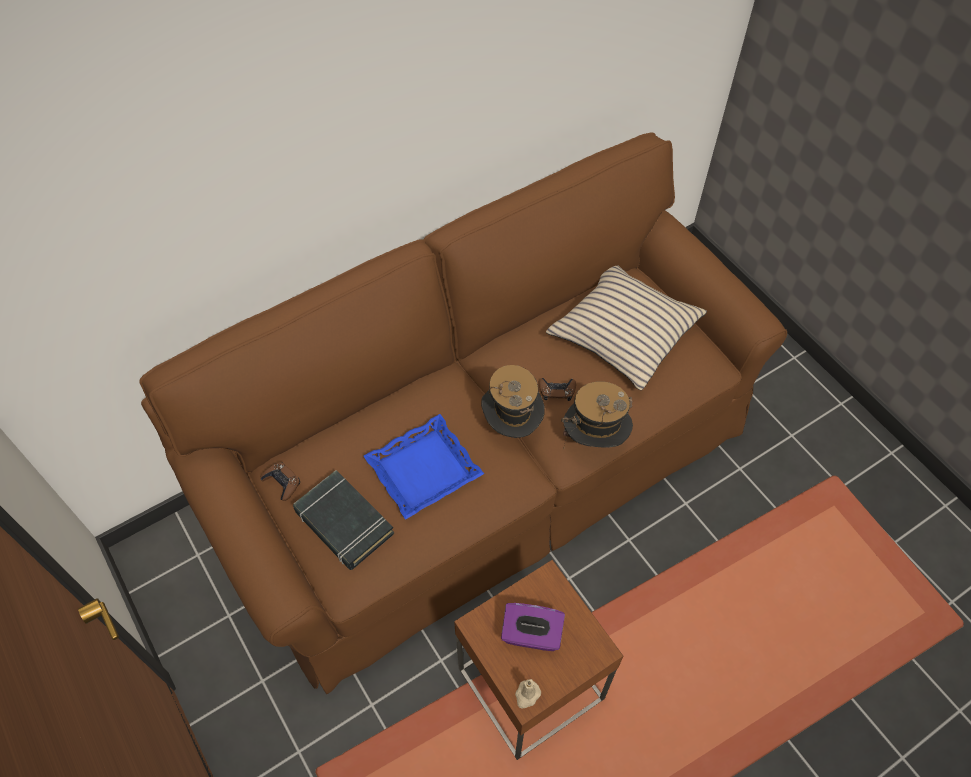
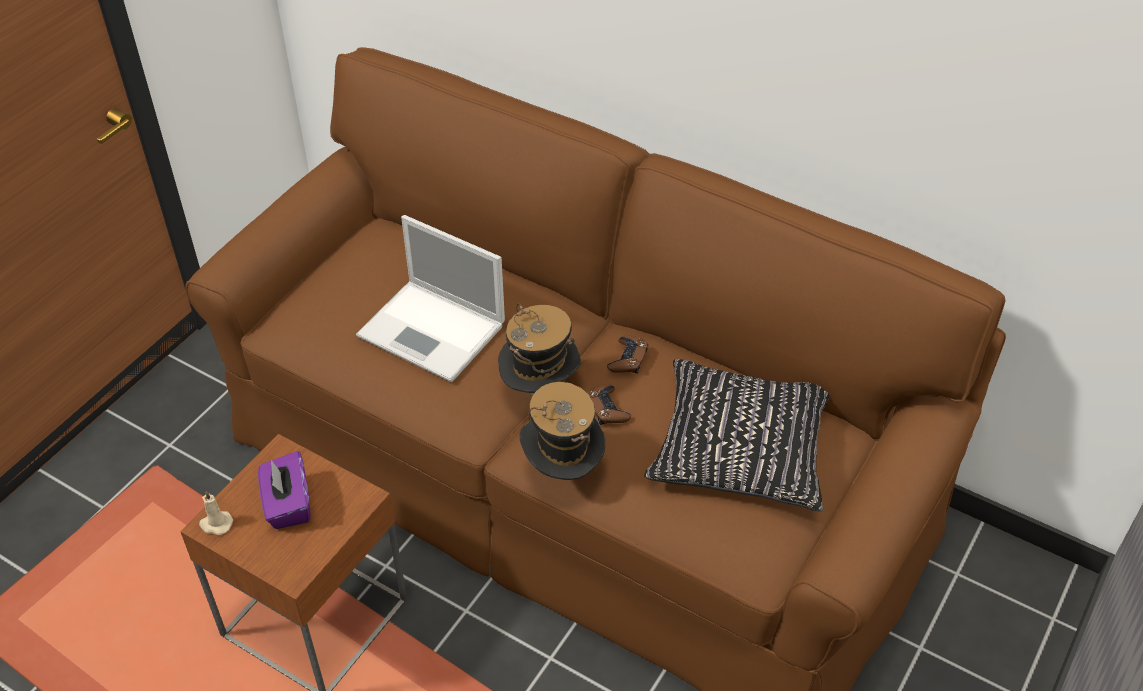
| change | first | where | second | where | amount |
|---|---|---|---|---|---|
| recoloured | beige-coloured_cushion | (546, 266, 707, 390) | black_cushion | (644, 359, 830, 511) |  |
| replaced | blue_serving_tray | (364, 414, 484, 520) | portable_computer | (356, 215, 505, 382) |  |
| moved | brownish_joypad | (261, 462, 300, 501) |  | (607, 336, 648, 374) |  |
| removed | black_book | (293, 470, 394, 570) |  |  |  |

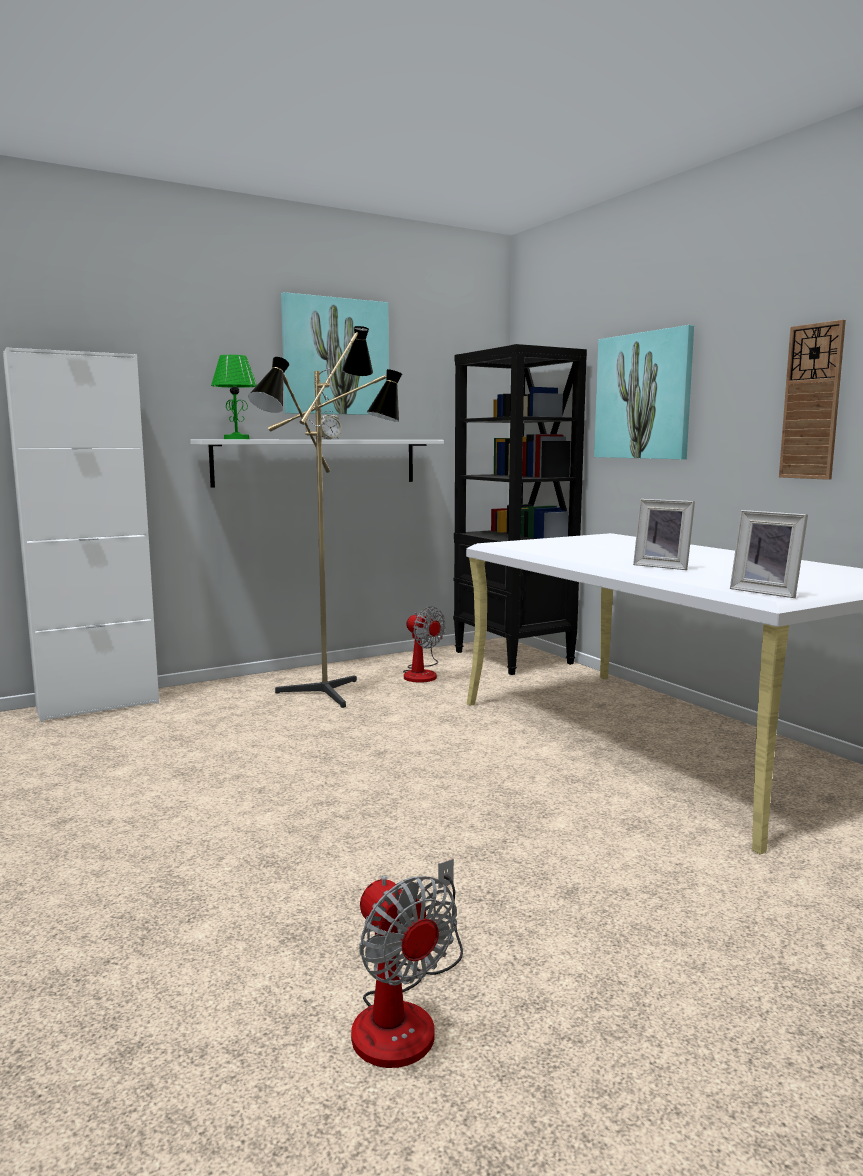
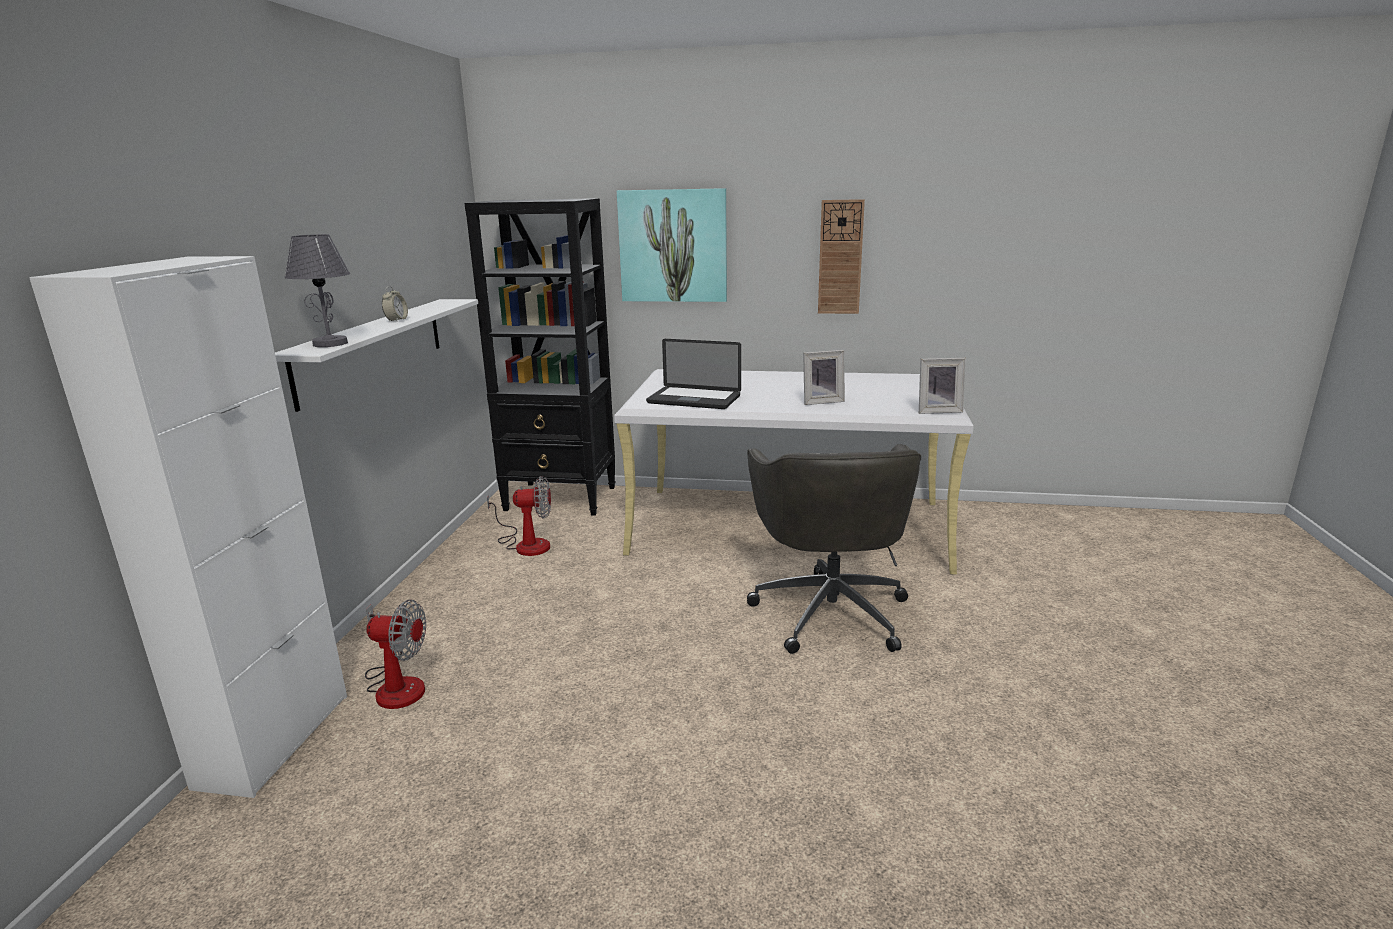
| change | first | where | second | where | amount |
|---|---|---|---|---|---|
| removed | wall_picture | (281, 292, 389, 415) |  |  |  |
| removed | standard_lamp | (248, 326, 402, 708) |  |  |  |
| recoloured | green-coloured_lamp_for_a_table | (211, 355, 257, 439) | greyish_lamp_for_a_table | (285, 234, 350, 347) |  |
| moved | fan | (351, 859, 463, 1068) |  | (365, 599, 426, 709) |  |
| added |  |  | portable_computer | (646, 339, 741, 409) |  |
| added |  |  | greyish_computer_chair | (747, 444, 921, 654) |  |

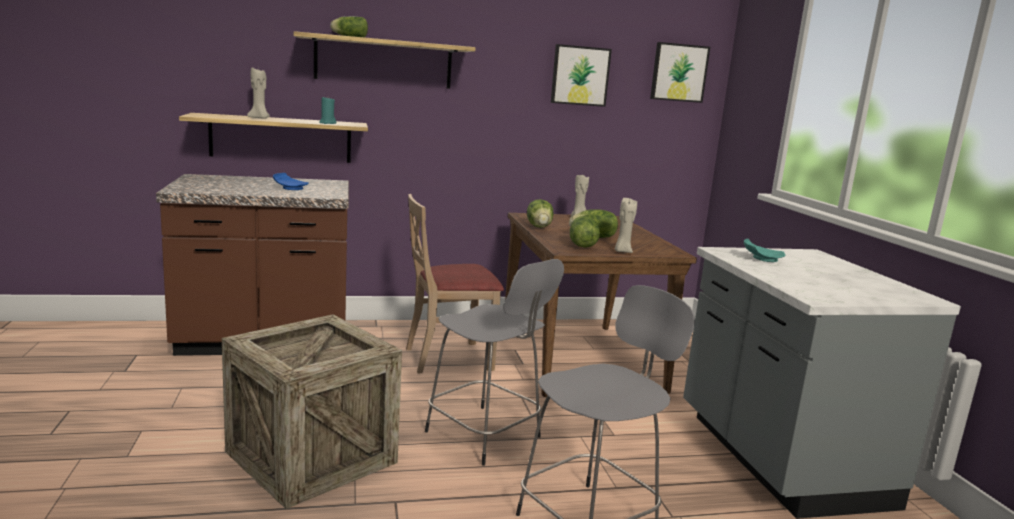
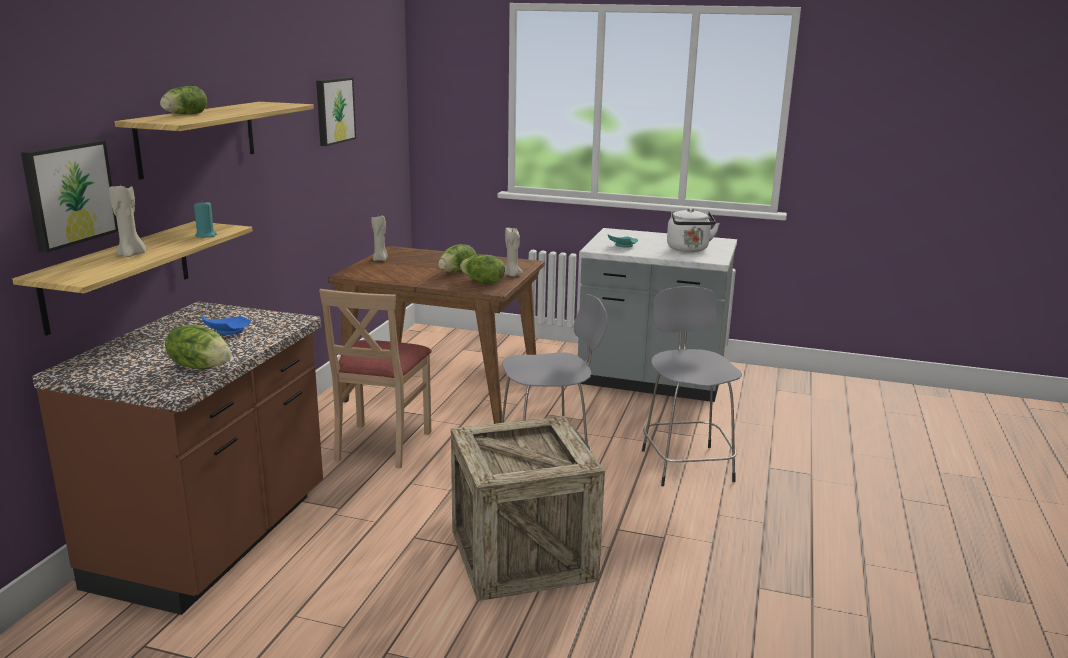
| change | first | where | second | where | amount |
|---|---|---|---|---|---|
| moved | wall_picture | (650, 42, 710, 103) |  | (21, 140, 118, 252) |  |
| moved | lettuce | (527, 199, 553, 228) |  | (165, 325, 231, 369) |  |
| added |  |  | white-coloured_tea_kettle | (667, 208, 720, 252) |  |

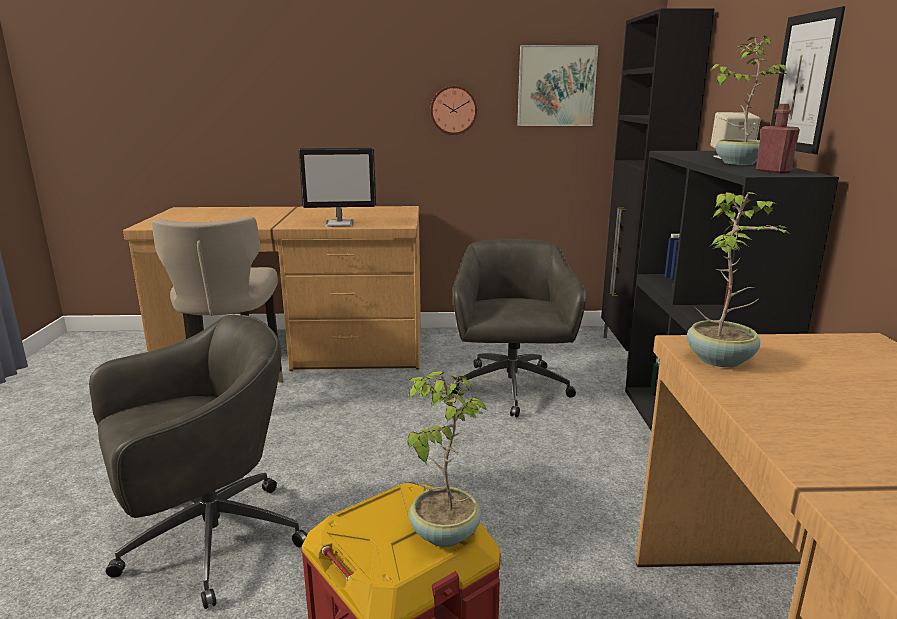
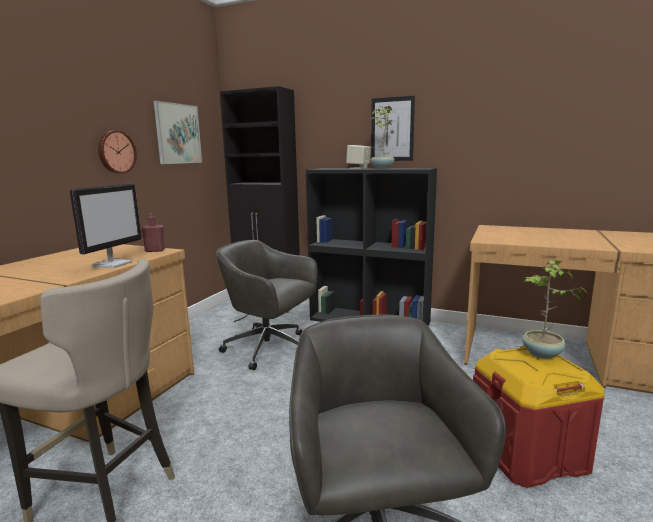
| change | first | where | second | where | amount |
|---|---|---|---|---|---|
| moved | red-coloured_drink_bottle | (756, 104, 800, 174) |  | (141, 213, 165, 252) |  |
| removed | houseplant | (687, 192, 793, 367) |  |  |  |

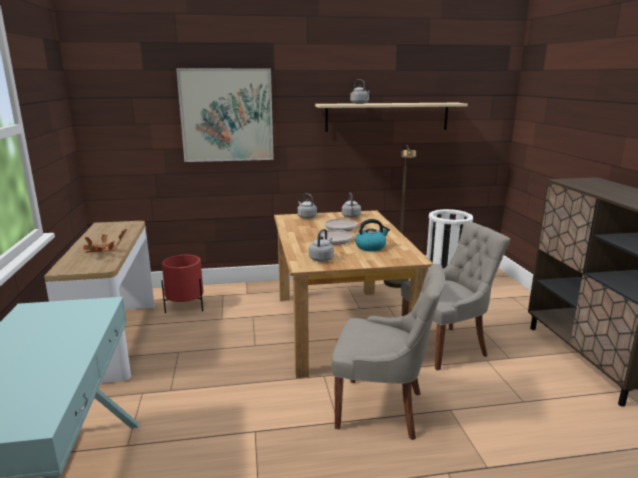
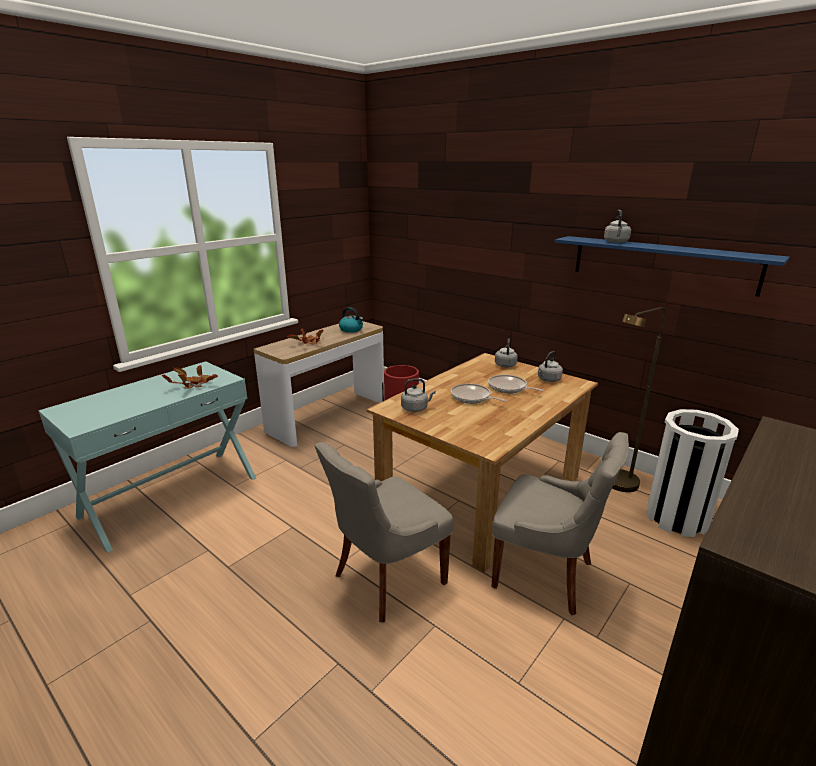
| change | first | where | second | where | amount |
|---|---|---|---|---|---|
| removed | wall_picture | (176, 68, 274, 162) |  |  |  |
| recoloured | beige-coloured_bracket_shelf | (315, 103, 468, 132) | blue_bracket_shelf | (555, 236, 790, 297) |  |
| moved | tea_kettle | (355, 219, 390, 251) |  | (339, 307, 363, 333) |  |
| turned | greyish_chair | (331, 264, 445, 440) |  | (314, 442, 454, 622) | 75 degrees clockwise |
| added |  |  | houseplant | (162, 365, 218, 389) |  |

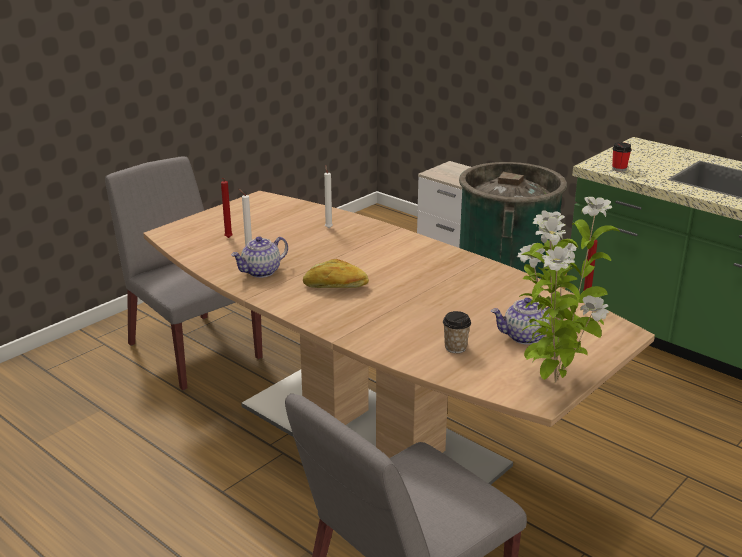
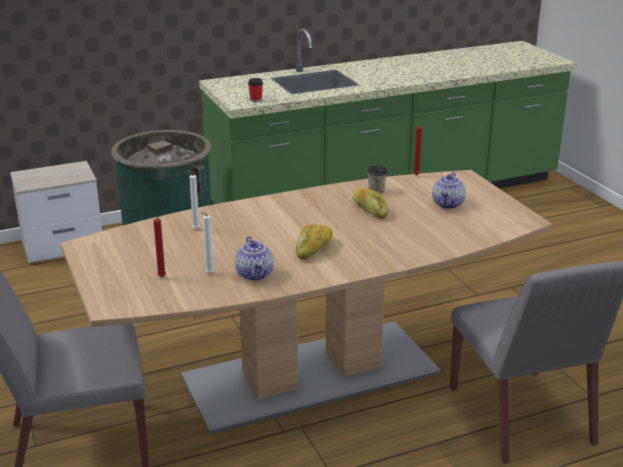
| change | first | where | second | where | amount |
|---|---|---|---|---|---|
| removed | houseplant | (517, 197, 619, 383) |  |  |  |
| moved | drinking_cup | (443, 311, 471, 353) |  | (367, 165, 387, 194) |  |
| added |  |  | bakery_bread | (353, 188, 388, 219) |  |

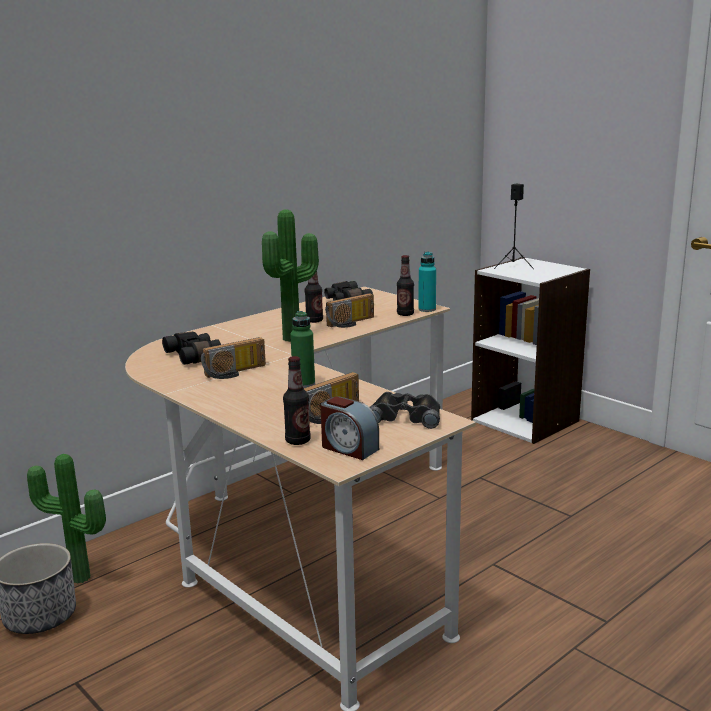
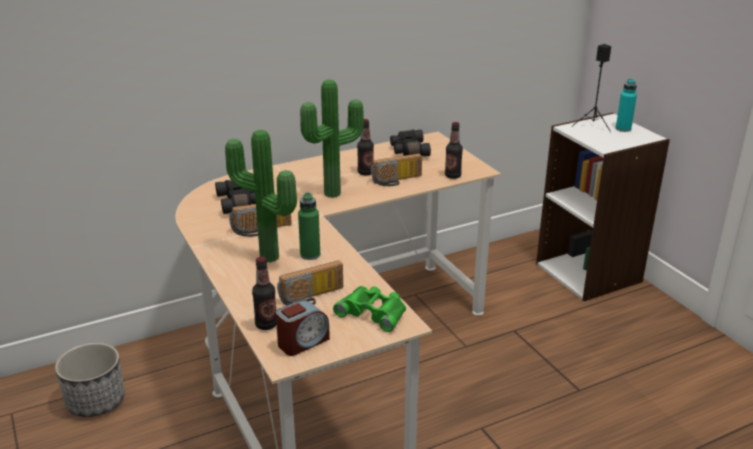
| change | first | where | second | where | amount |
|---|---|---|---|---|---|
| moved | turquoise_drink_bottle | (418, 252, 436, 312) |  | (616, 79, 637, 132) |  |
| recoloured | black_field_glasses | (370, 392, 440, 429) | green-coloured_field_glasses | (333, 286, 406, 332) |  |
| turned | table_clock | (321, 397, 379, 460) |  | (276, 300, 330, 356) | 90 degrees counterclockwise |
| moved | houseplant | (27, 454, 106, 584) |  | (225, 130, 297, 263) |  |

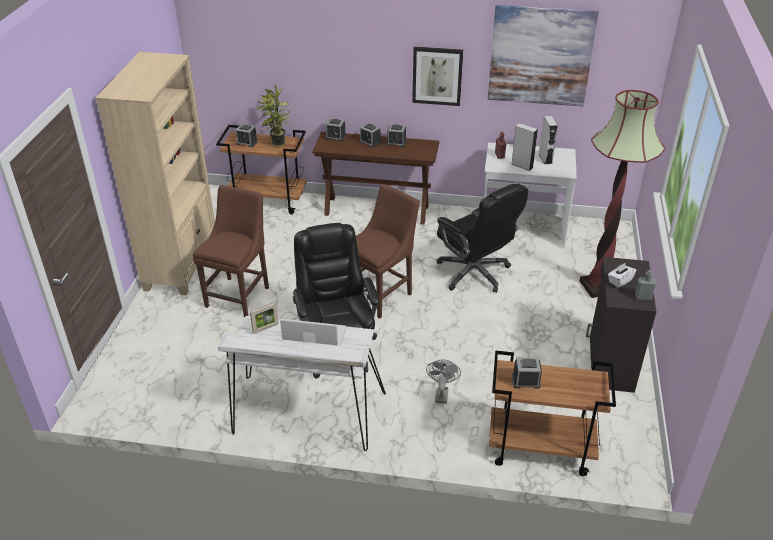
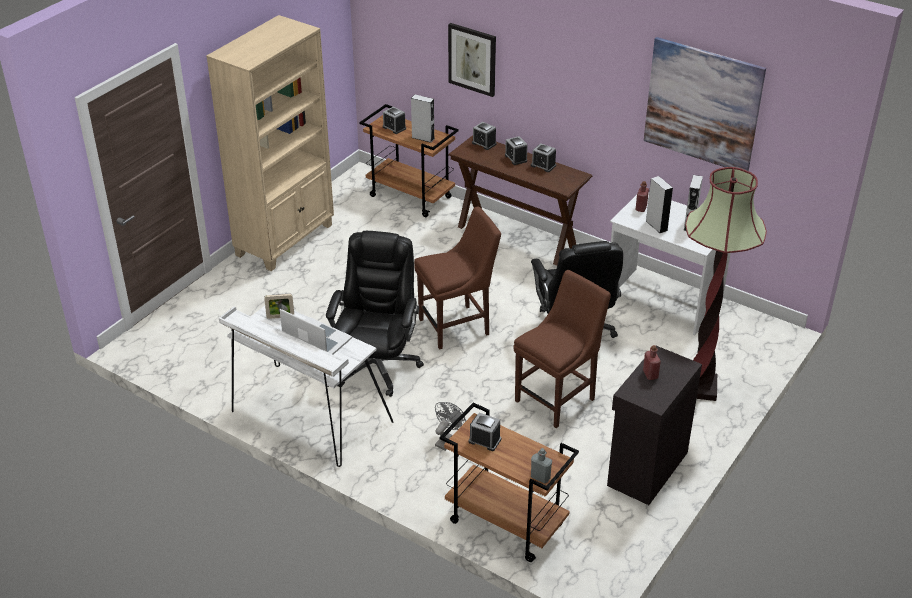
| change | first | where | second | where | amount |
|---|---|---|---|---|---|
| moved | wall_picture | (412, 46, 463, 106) |  | (448, 23, 496, 97) |  |
| replaced | houseplant | (256, 84, 290, 148) | greyish_speaker | (411, 95, 435, 143) |  |
| moved | brownish_chair | (193, 185, 269, 317) |  | (513, 270, 611, 428) |  |
| replaced | white-coloured_box_of_tissues | (608, 263, 636, 288) | red-coloured_drink_bottle | (643, 345, 661, 380) |  |
| moved | greyish_drink_bottle | (635, 270, 657, 300) |  | (531, 448, 552, 484) |  |

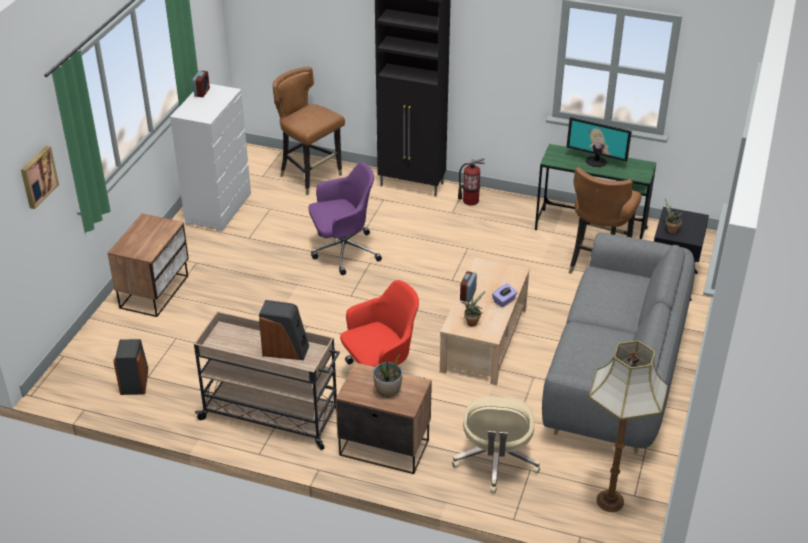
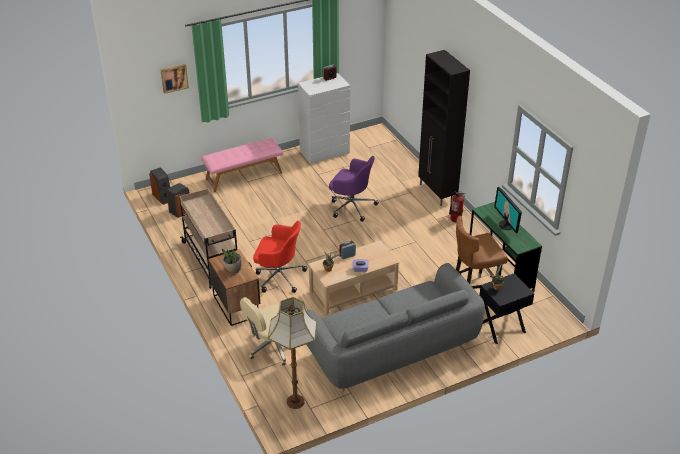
| change | first | where | second | where | amount |
|---|---|---|---|---|---|
| removed | brownish_chair | (273, 67, 345, 195) |  |  |  |
| replaced | bedside_table | (107, 213, 189, 317) | pink_long_seat | (201, 138, 283, 192) |  |
| moved | speaker | (259, 300, 309, 360) |  | (149, 167, 170, 205) |  |

